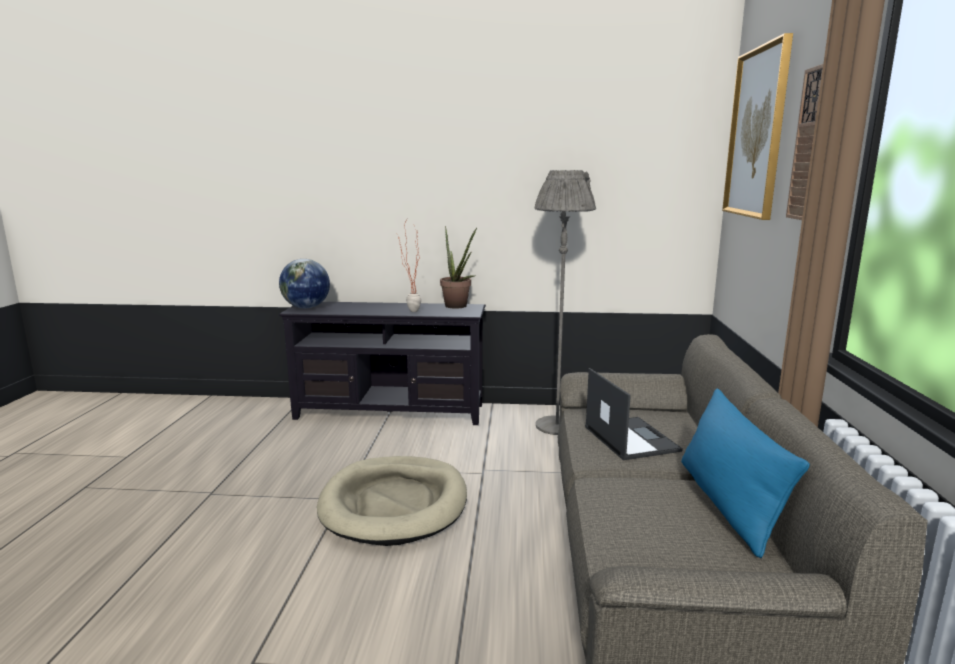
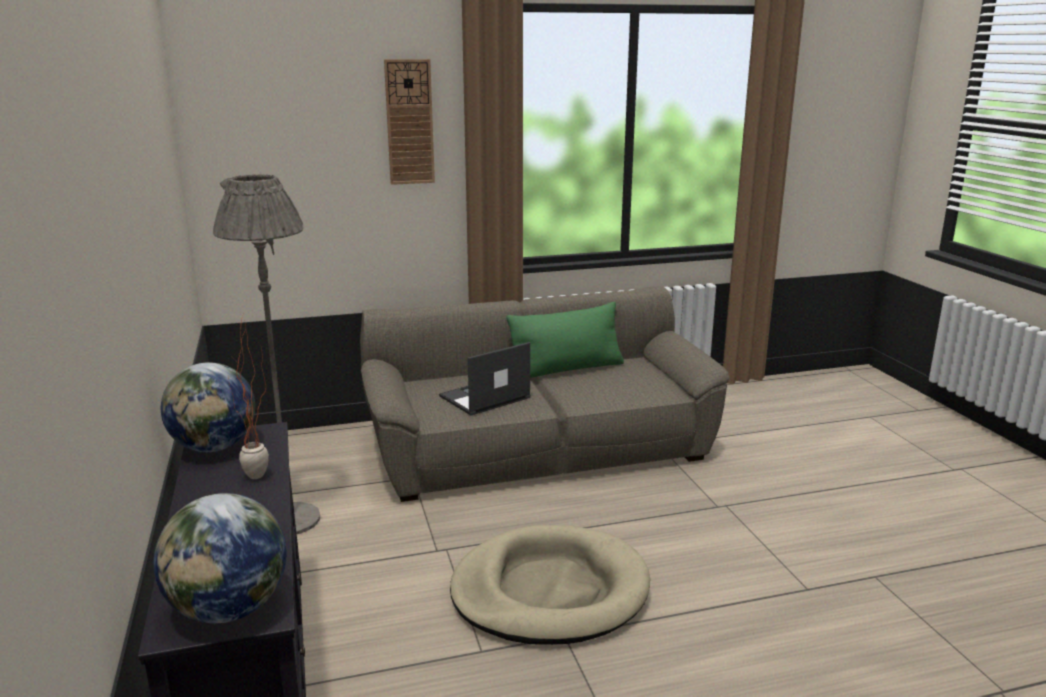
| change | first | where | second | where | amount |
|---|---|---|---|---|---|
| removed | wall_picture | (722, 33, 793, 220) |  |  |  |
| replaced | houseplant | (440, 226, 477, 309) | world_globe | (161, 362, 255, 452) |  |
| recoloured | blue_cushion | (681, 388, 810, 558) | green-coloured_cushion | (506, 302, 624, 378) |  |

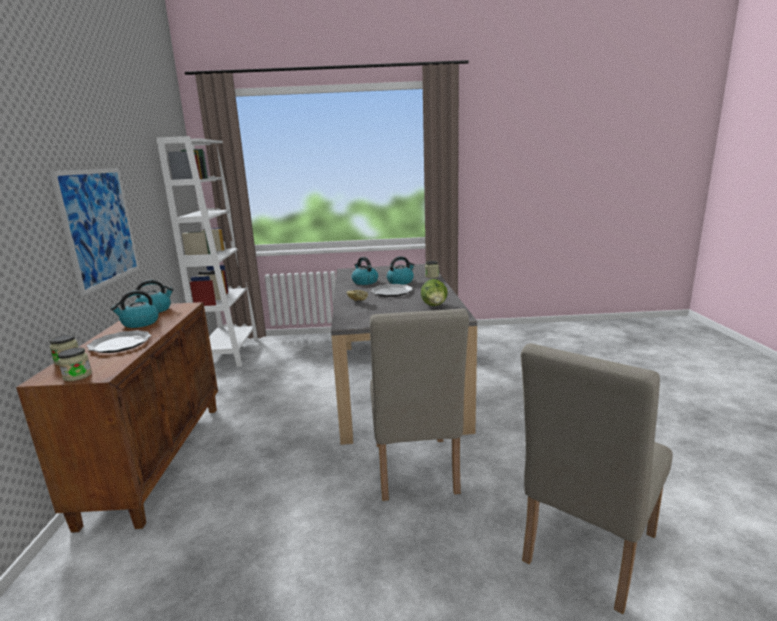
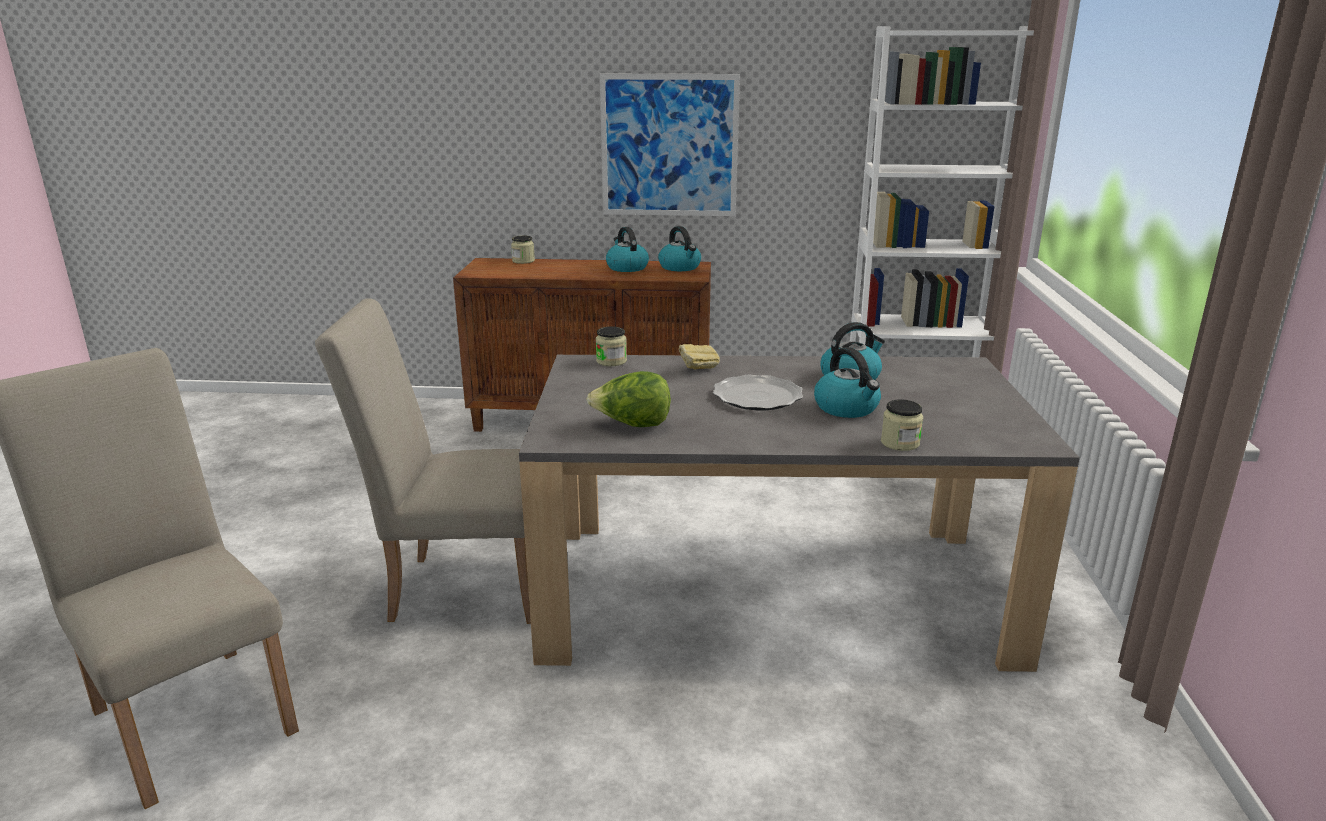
| change | first | where | second | where | amount |
|---|---|---|---|---|---|
| removed | flat_dish | (87, 330, 151, 353) |  |  |  |
| moved | jar | (58, 347, 92, 381) |  | (596, 326, 627, 366) |  |

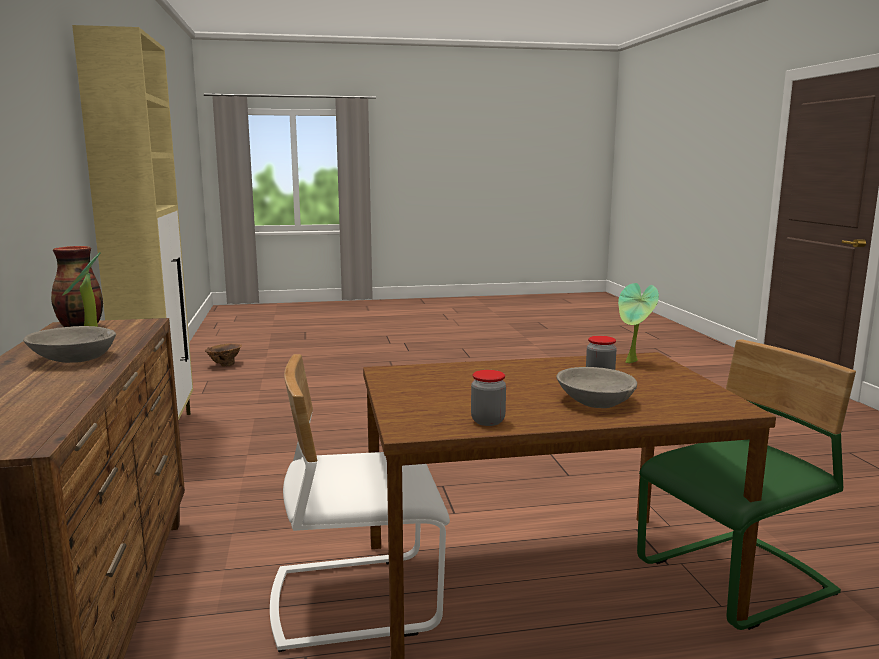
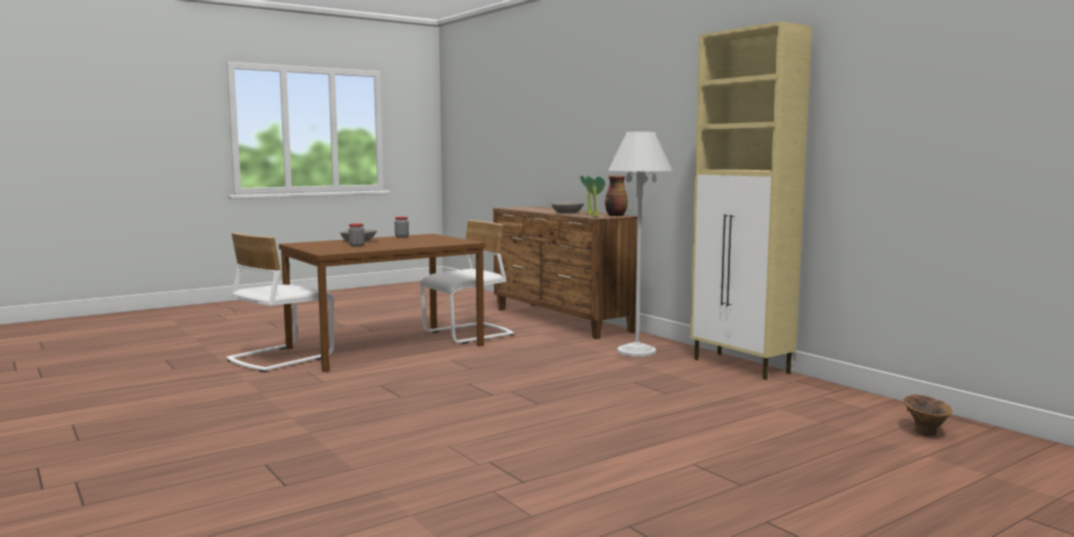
| change | first | where | second | where | amount |
|---|---|---|---|---|---|
| moved | houseplant | (618, 283, 659, 363) |  | (585, 176, 605, 217) |  |
| recoloured | green-coloured_chair | (637, 339, 856, 630) | white-coloured_chair | (226, 233, 334, 372) |  |
| added |  |  | white-coloured_standard_lamp | (608, 132, 673, 357) |  |

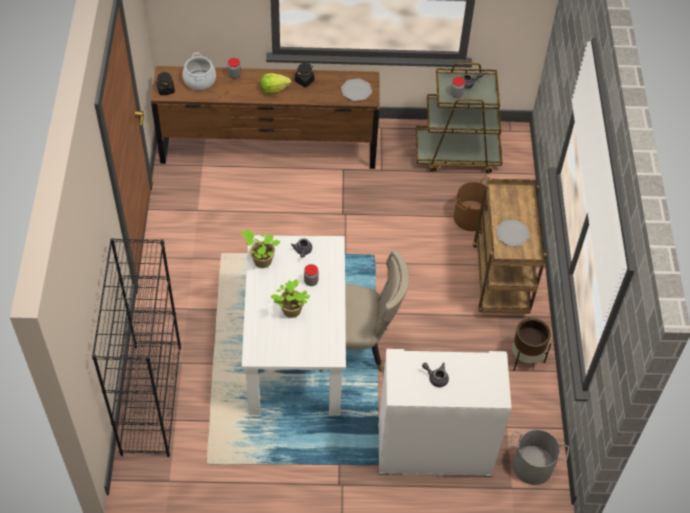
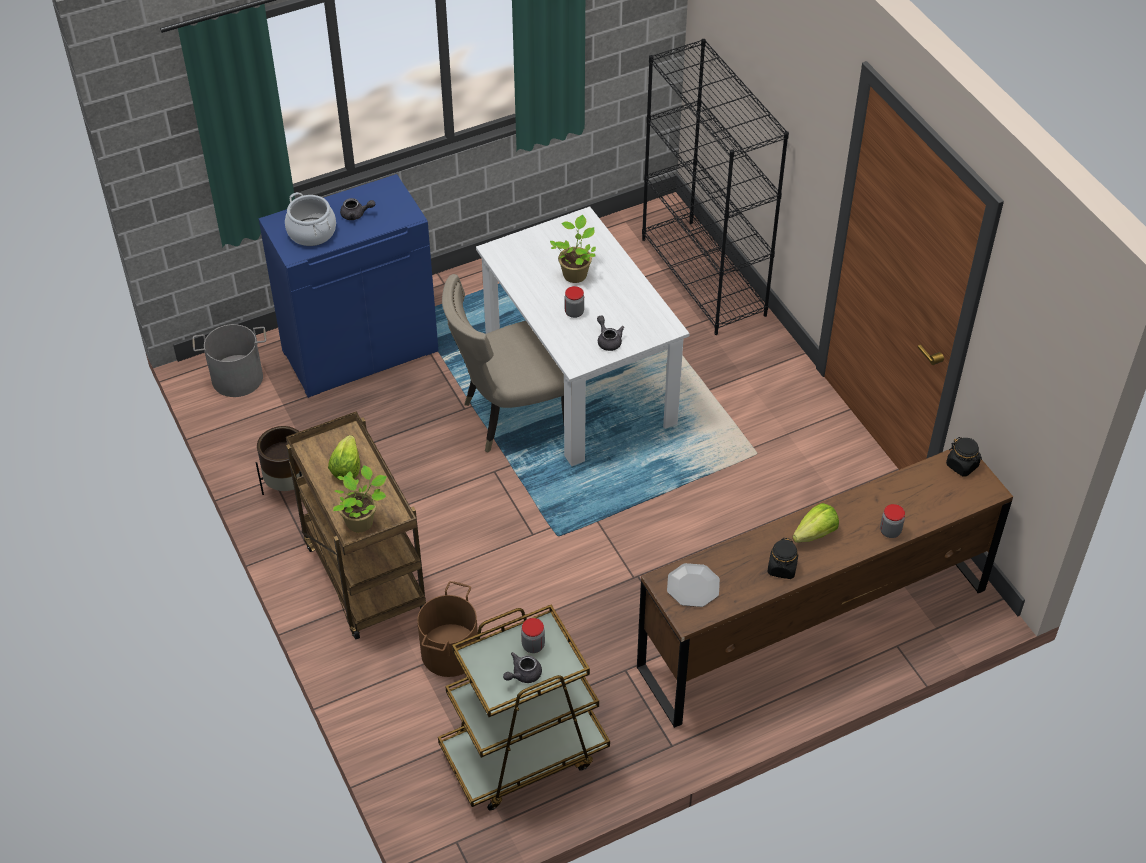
| change | first | where | second | where | amount |
|---|---|---|---|---|---|
| moved | cooking_pot | (182, 53, 216, 90) |  | (285, 192, 336, 246) |  |
| replaced | flat_dish | (496, 220, 530, 246) | lettuce | (328, 435, 360, 481) |  |
| moved | houseplant | (241, 230, 280, 268) |  | (333, 465, 387, 532) |  |
| recoloured | white-coloured_storage_cabinet | (379, 349, 512, 477) | blue_storage_cabinet | (259, 174, 439, 398) |  |

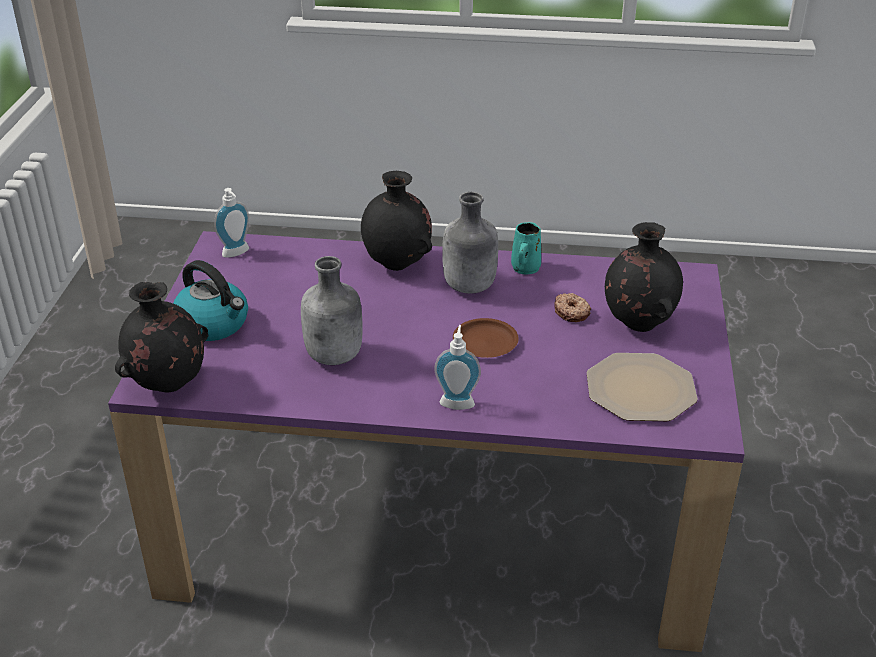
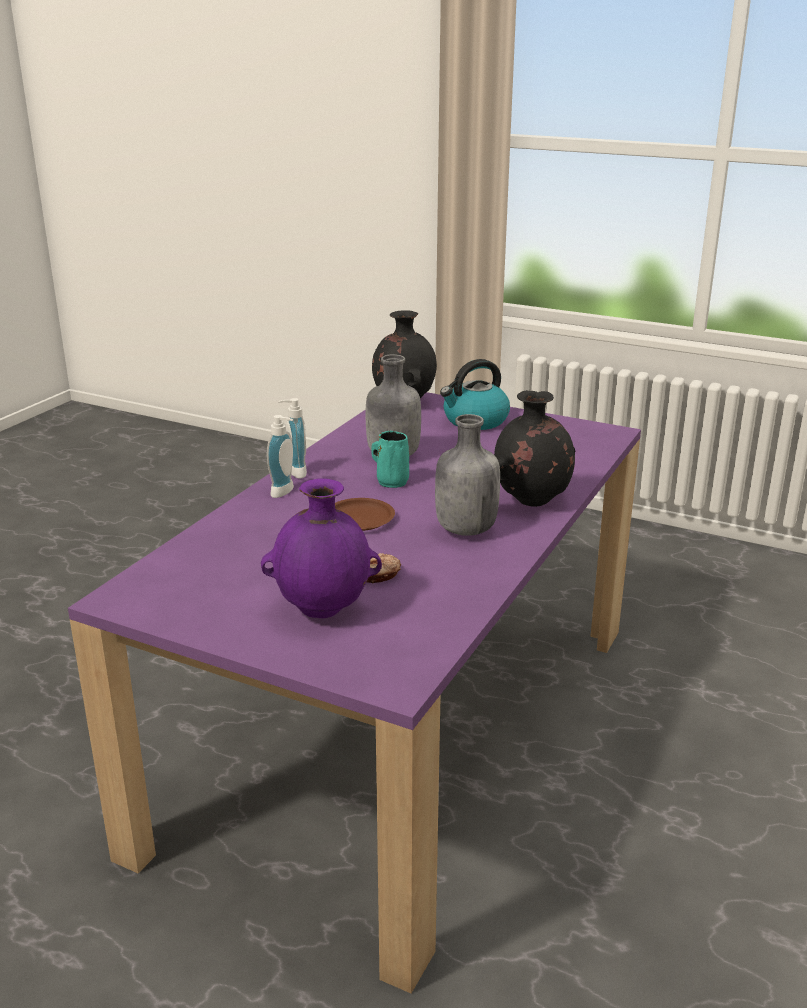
| change | first | where | second | where | amount |
|---|---|---|---|---|---|
| moved | soap_bottle | (214, 188, 249, 258) |  | (278, 398, 307, 479) |  |
| moved | turquoise_mug | (511, 222, 541, 275) |  | (372, 431, 409, 488) |  |
| recoloured | black_decorative_vase | (605, 222, 683, 332) | purple-coloured_decorative_vase | (261, 478, 382, 618) |  |
| removed | flat_dish | (587, 353, 698, 421) |  |  |  |

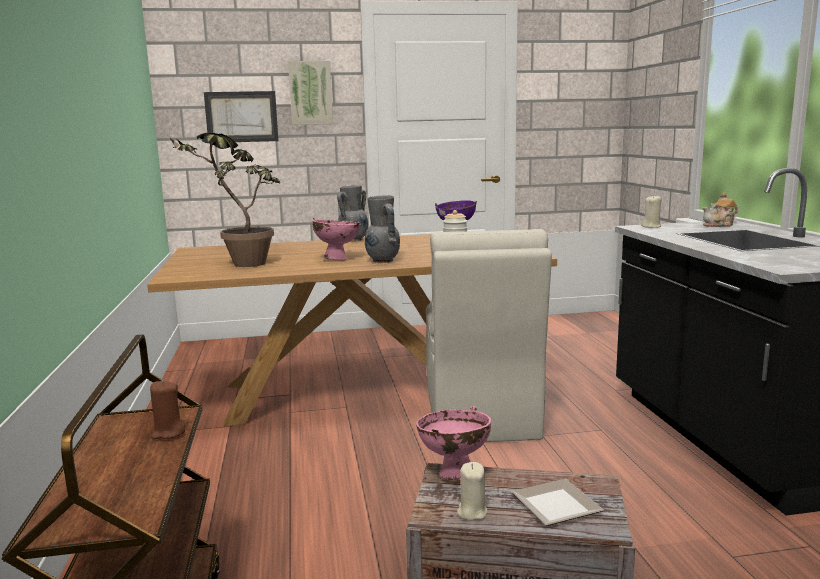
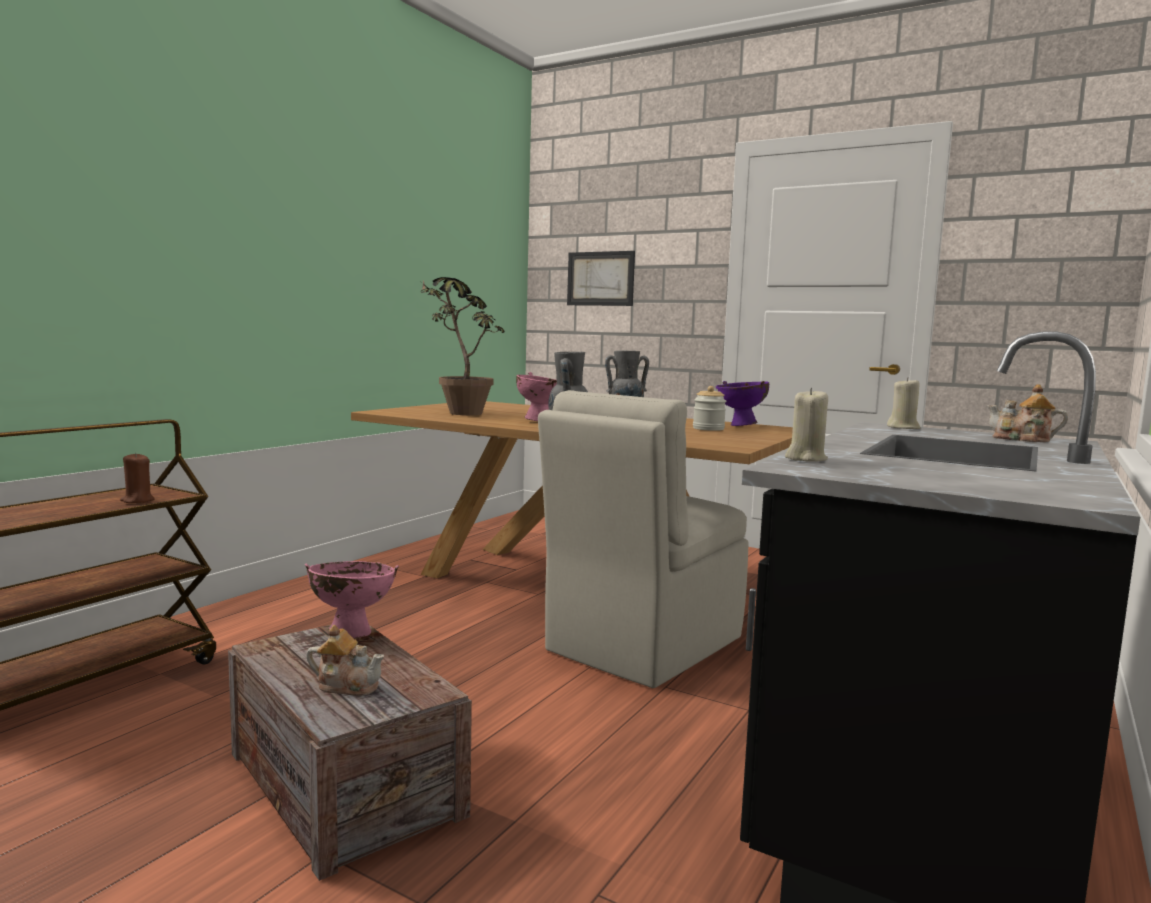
| change | first | where | second | where | amount |
|---|---|---|---|---|---|
| removed | wall_picture | (288, 61, 333, 125) |  |  |  |
| moved | beige-coloured_wax_light | (457, 462, 487, 521) |  | (785, 388, 828, 462) |  |
| replaced | flat_dish | (512, 479, 604, 526) | teapot | (306, 625, 384, 696) |  |

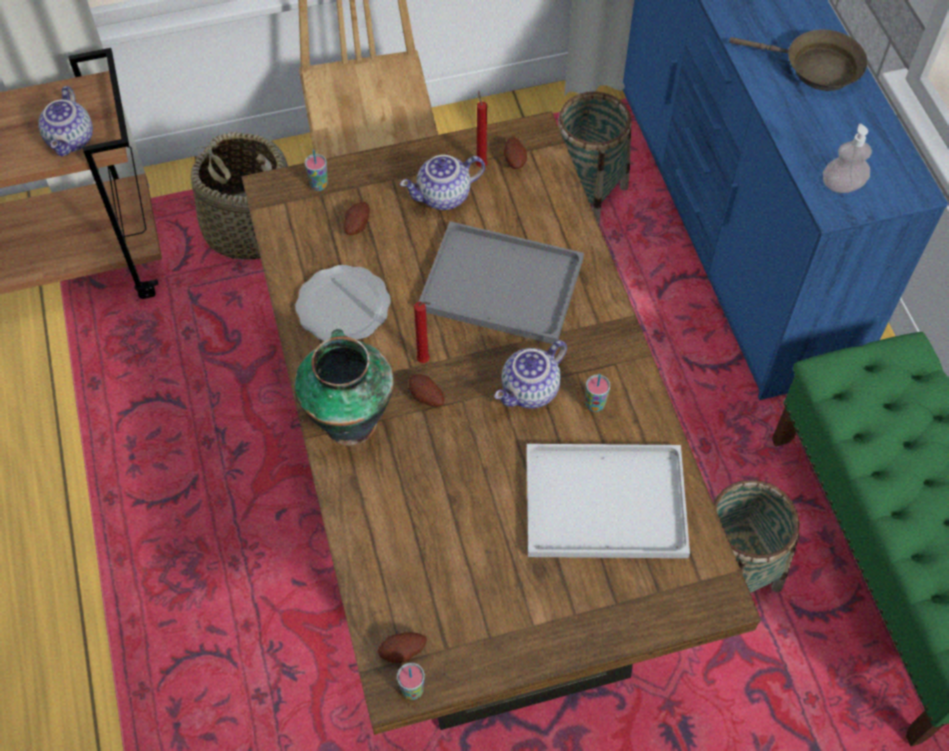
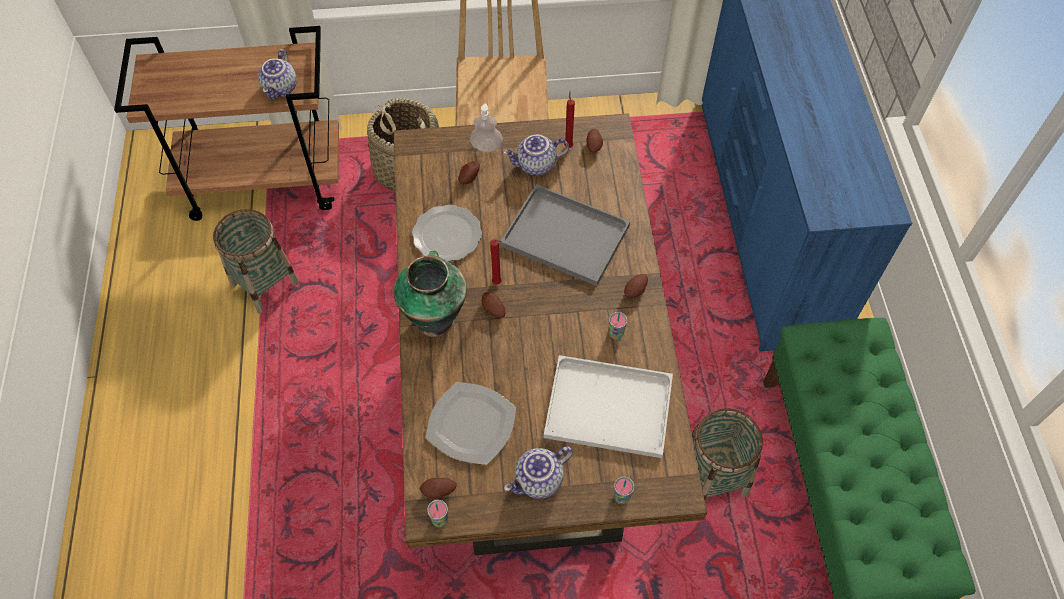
| change | first | where | second | where | amount |
|---|---|---|---|---|---|
| removed | brownish_pan | (729, 30, 867, 91) |  |  |  |
| moved | basket | (558, 91, 632, 225) |  | (213, 209, 299, 313) |  |
| moved | soap_bottle | (823, 124, 872, 193) |  | (470, 104, 503, 152) |  |
| moved | drinking_cup | (305, 149, 328, 191) |  | (614, 477, 634, 504) |  |
| moved | teapot | (495, 340, 567, 409) |  | (504, 446, 573, 499) |  |
| added |  |  | potato | (624, 274, 648, 298) |  |
| added |  |  | flat_dish | (426, 382, 516, 465) |  |

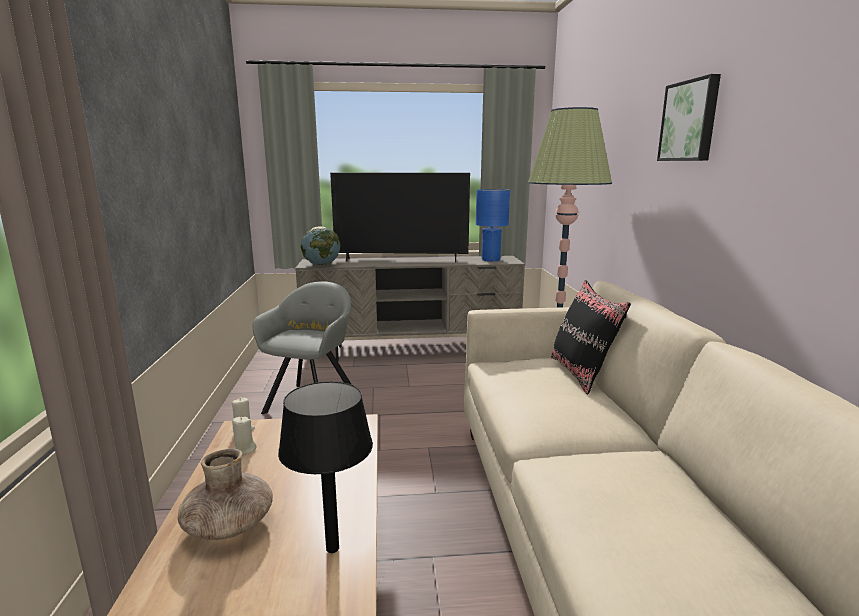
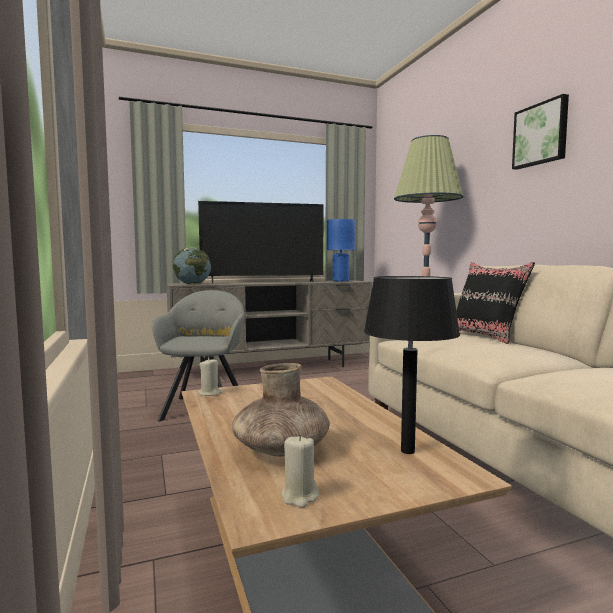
| change | first | where | second | where | amount |
|---|---|---|---|---|---|
| moved | beige-coloured_wax_light | (232, 417, 257, 455) |  | (281, 434, 319, 508) |  |

